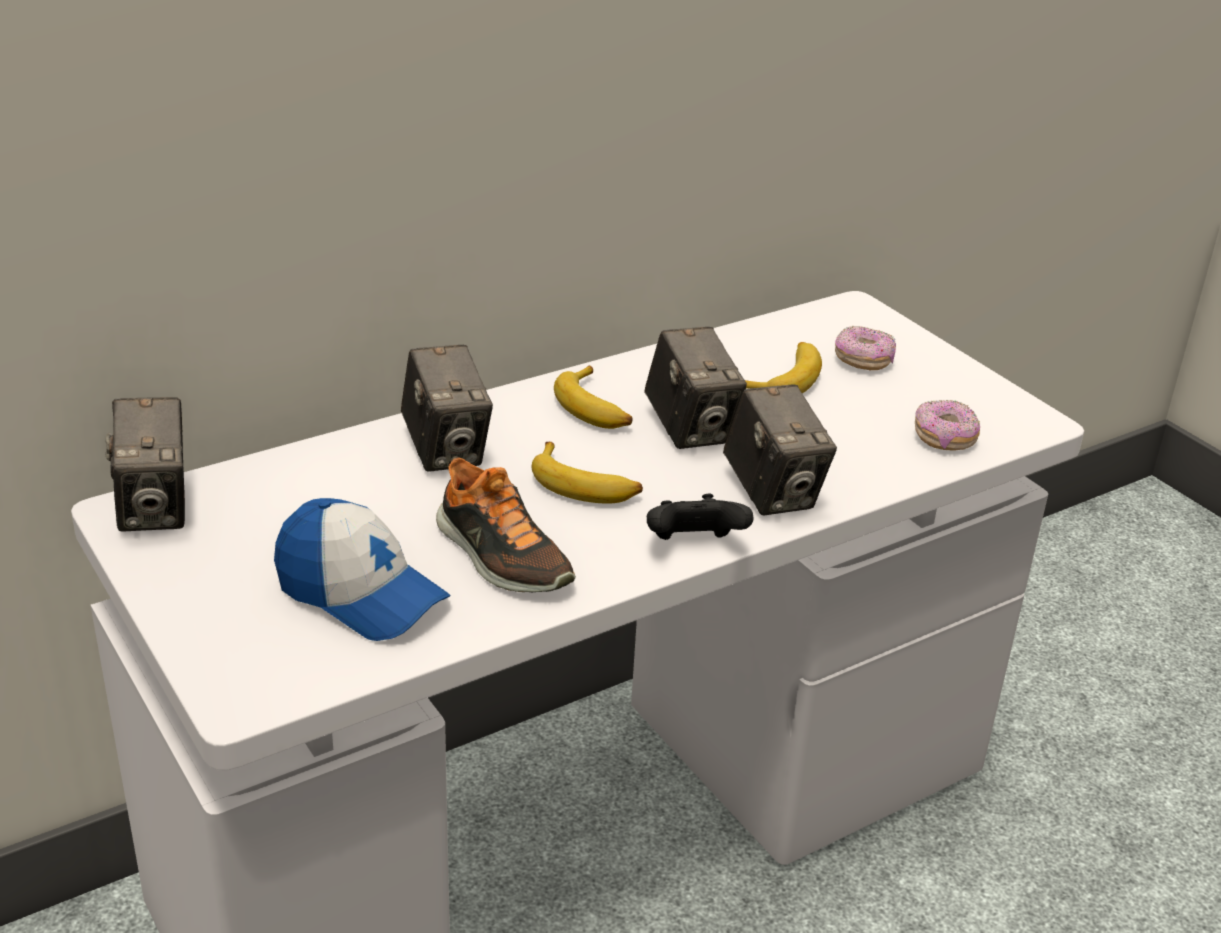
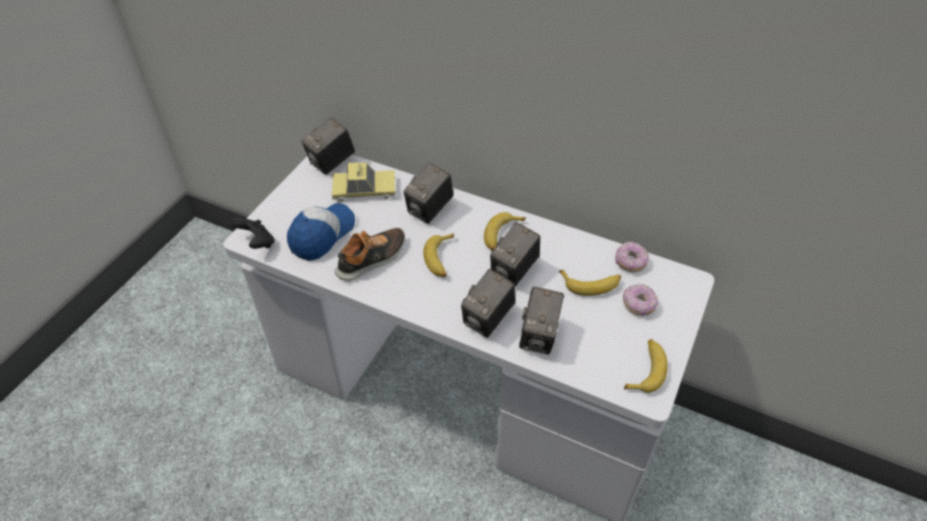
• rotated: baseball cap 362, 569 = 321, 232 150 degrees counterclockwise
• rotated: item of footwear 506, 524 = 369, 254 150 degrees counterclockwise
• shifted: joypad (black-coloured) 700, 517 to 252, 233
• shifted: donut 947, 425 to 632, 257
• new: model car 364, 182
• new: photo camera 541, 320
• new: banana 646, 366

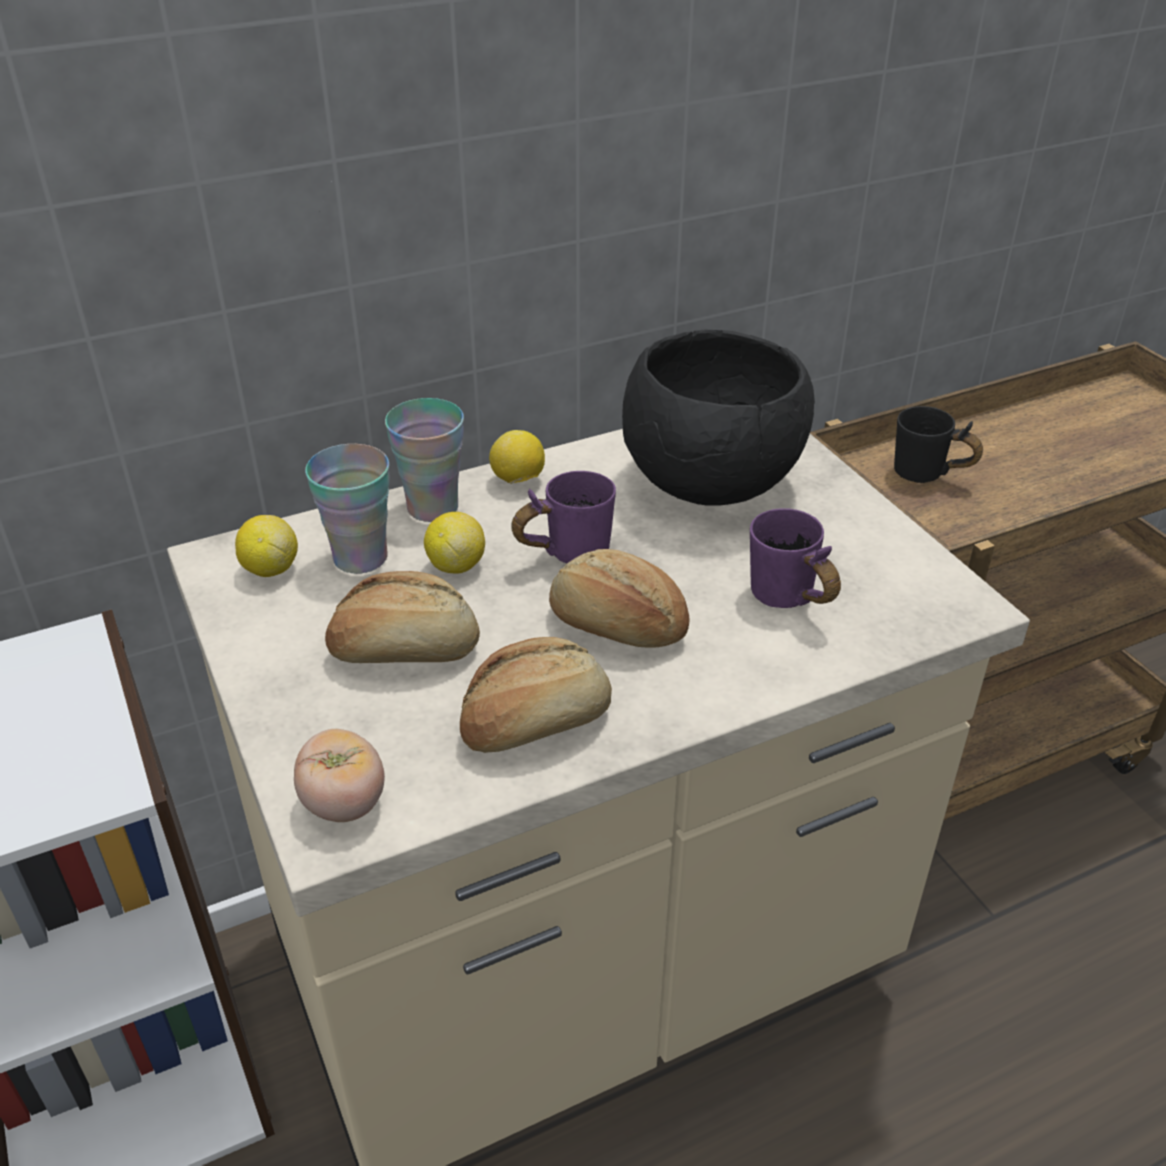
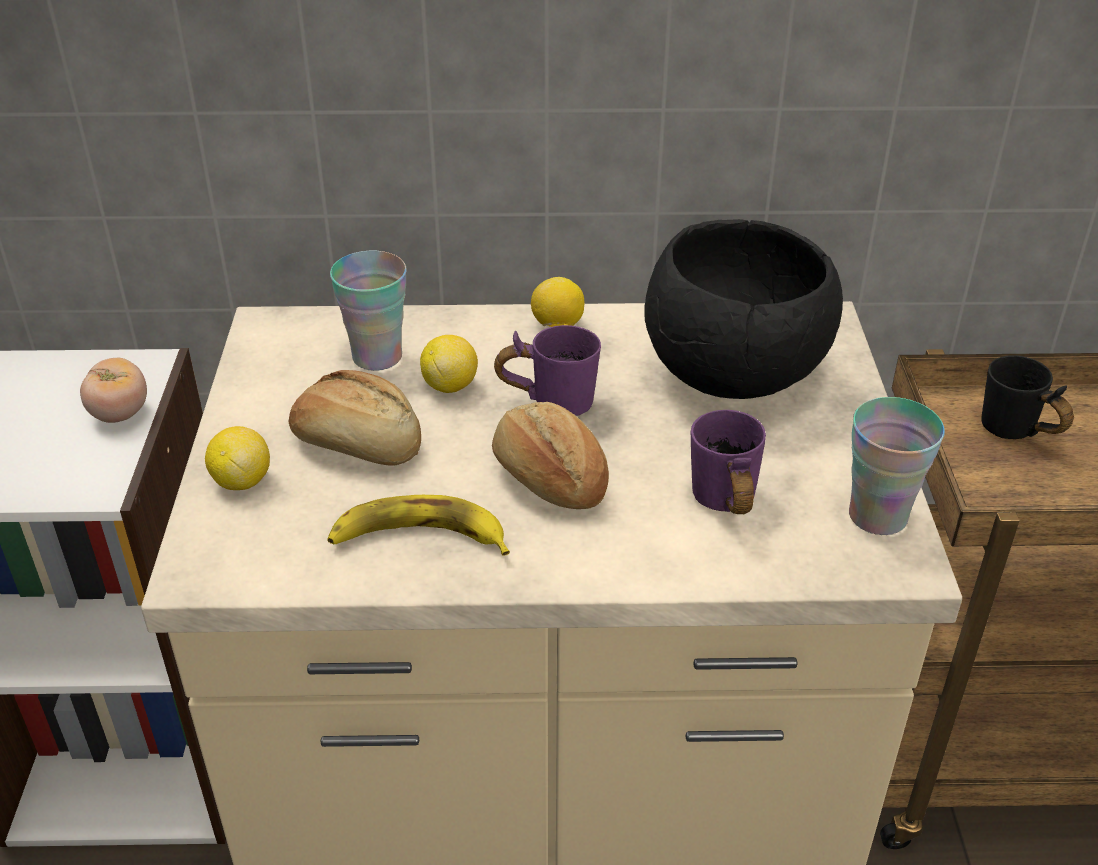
• shifted: whole lemon 266, 546 to 237, 458
• shifted: tomato 339, 775 to 113, 390
• shifted: small cup 424, 460 to 897, 466
• swapped: bread 536, 695 to banana 418, 525

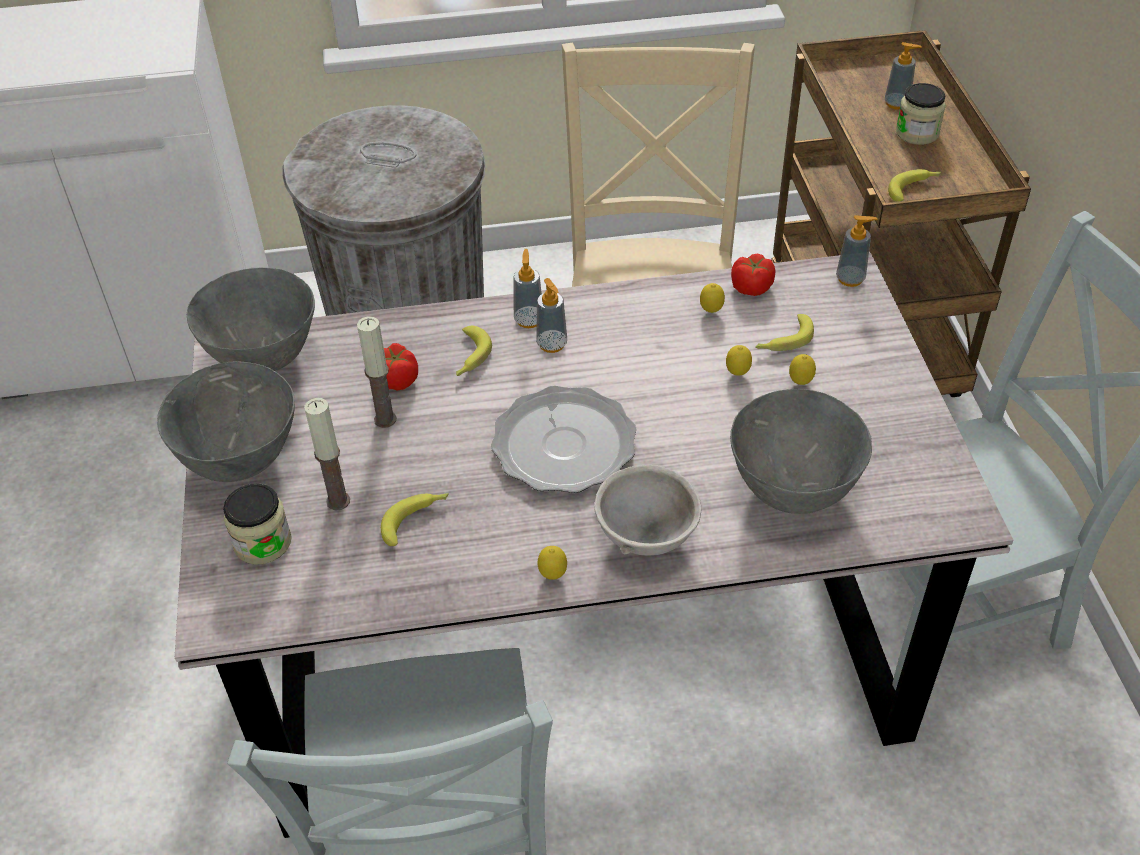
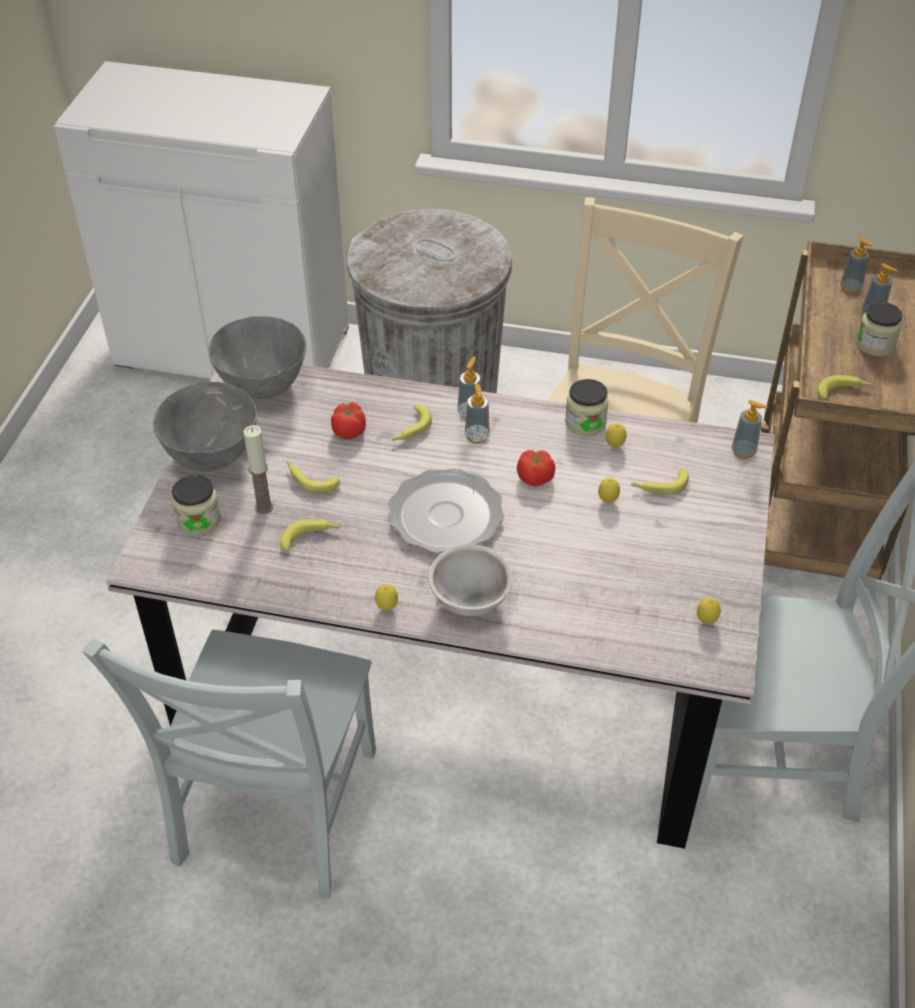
• gone: wax light 377, 372
• gone: bowl (grey) 801, 451
• shifted: tomato 753, 275 to 536, 468
• shifted: whole lemon 802, 369 to 709, 610
• new: banana 313, 477
• new: preserve jar 587, 407
• new: soap bottle 857, 265

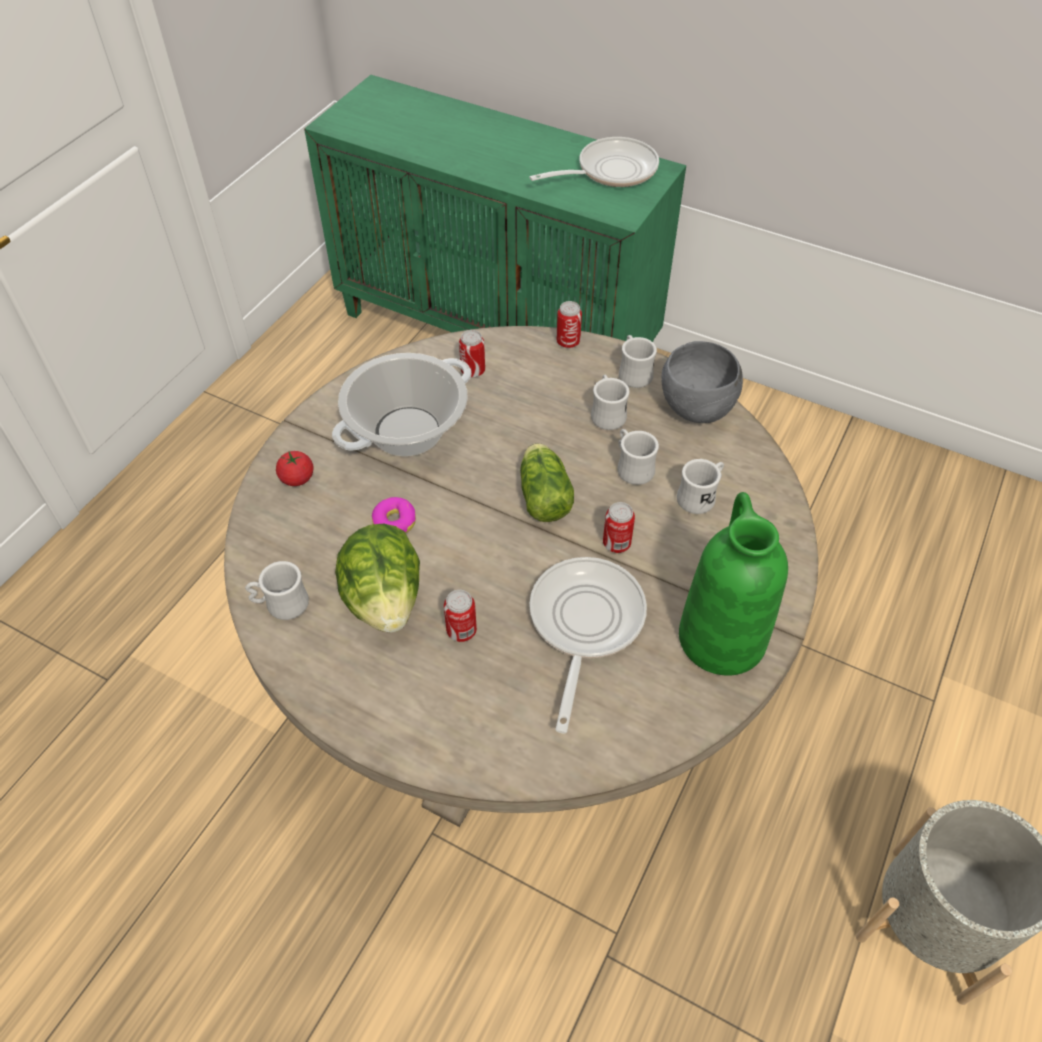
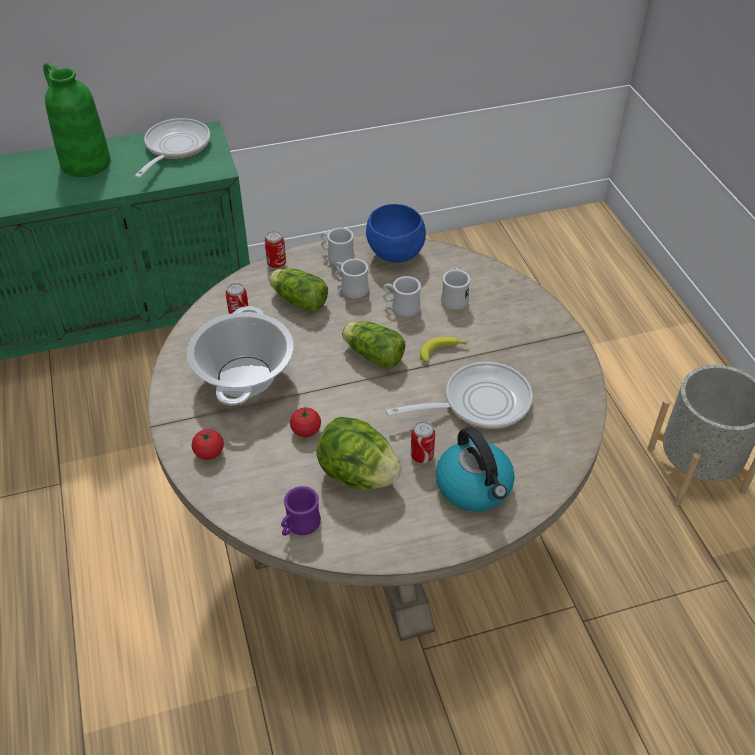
• repainted: mug (whitish) 277, 590 to mug (purple-coloured) 301, 511
• swapped: donut 394, 515 to tomato 305, 422
• rotated: pan 588, 645 = 459, 395 105 degrees clockwise
• swapped: can 619, 527 to banana 444, 349
• repainted: bowl (grey) 702, 382 to bowl (blue-coloured) 396, 233
• shifted: vase (green-coloured) 733, 583 to 77, 120
• new: head of lettuce 298, 290
• new: kettle 475, 469

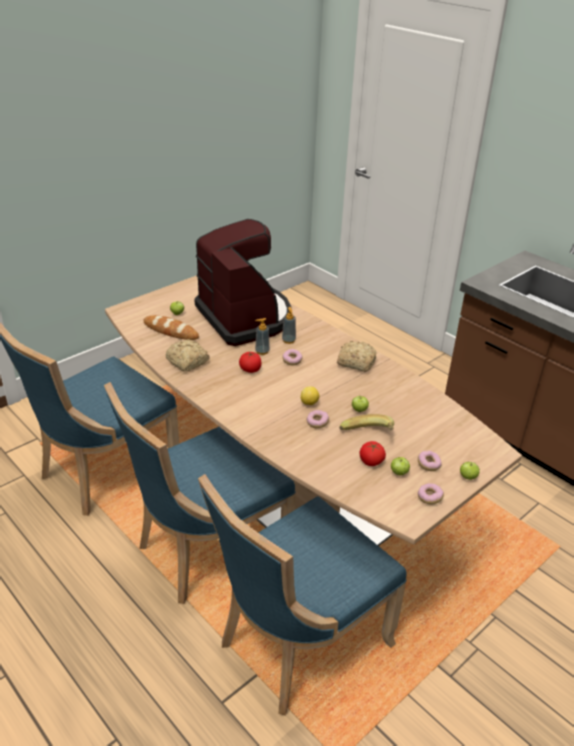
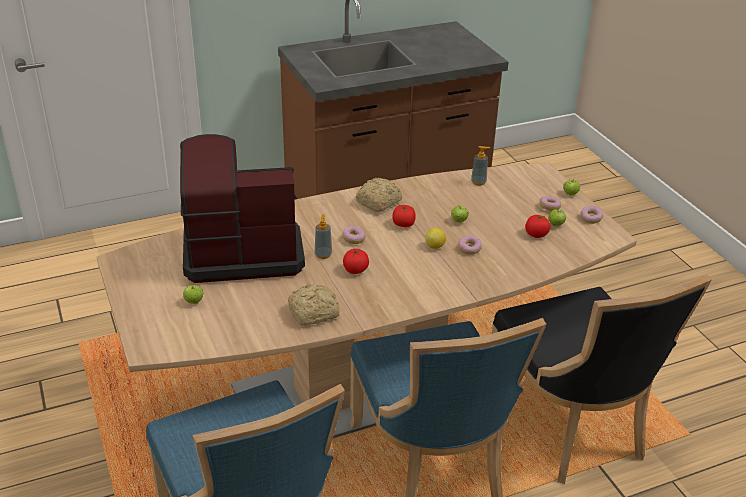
• gone: bread 171, 327
• repainted: upright chair (blue-coloured) 302, 595 to upright chair (black-coloured) 602, 379
• shifted: soap bottle 289, 325 to 481, 166
• gone: banana 366, 422
• new: tomato 404, 216

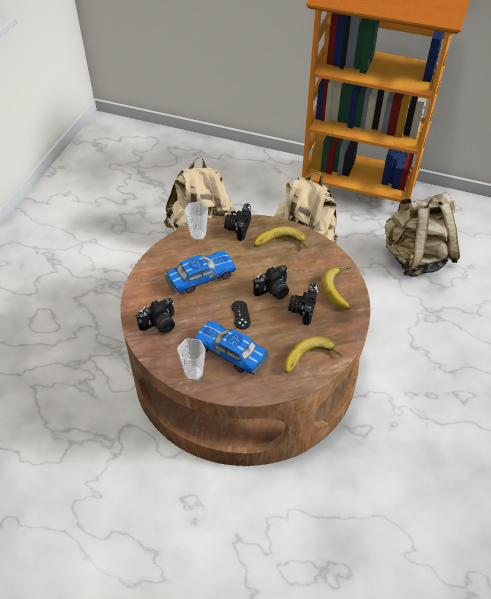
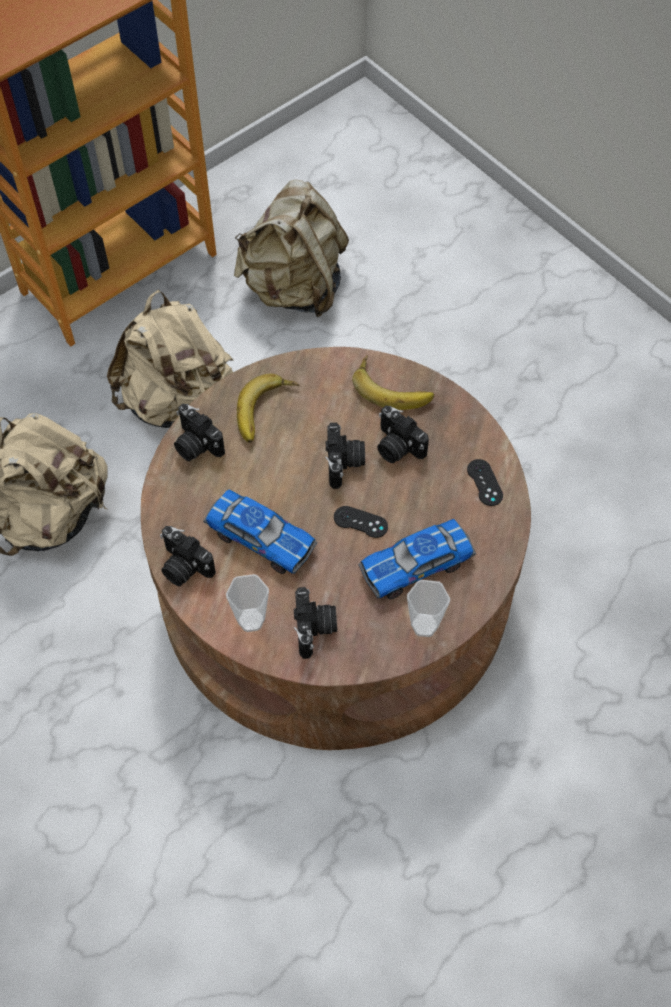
• rotated: model car 200, 272 = 260, 531 120 degrees clockwise
• shifted: small cup 196, 221 to 247, 603
• swapped: banana 313, 354 to joypad (black-coloured) 485, 482
• new: photo camera 188, 556

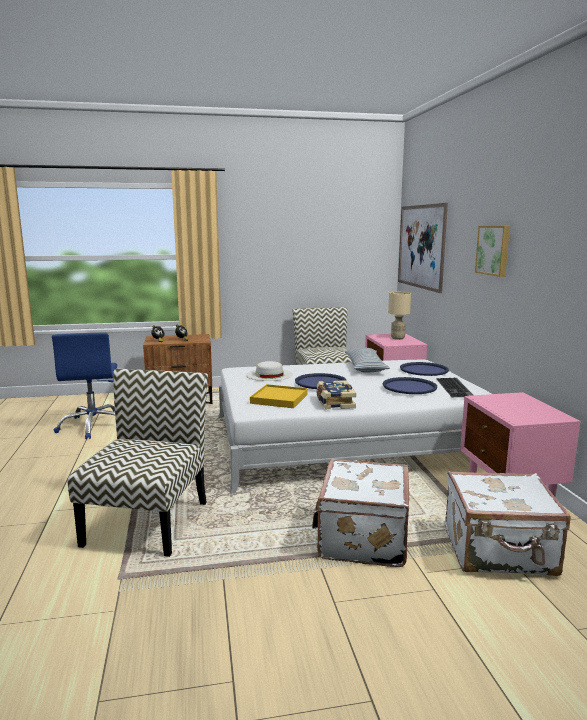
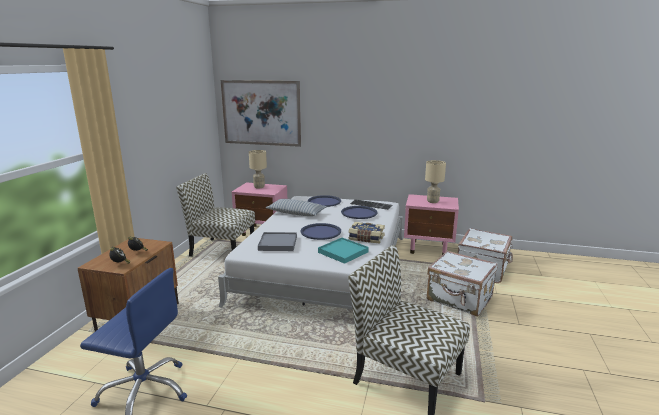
• swapped: clothing hat (whitish) 269, 371 to tray (grey) 277, 241
• repainted: tray (yellowish) 279, 396 to tray (turquoise) 343, 251
• gone: wall art 492, 251
• new: table lamp (beige) 435, 181

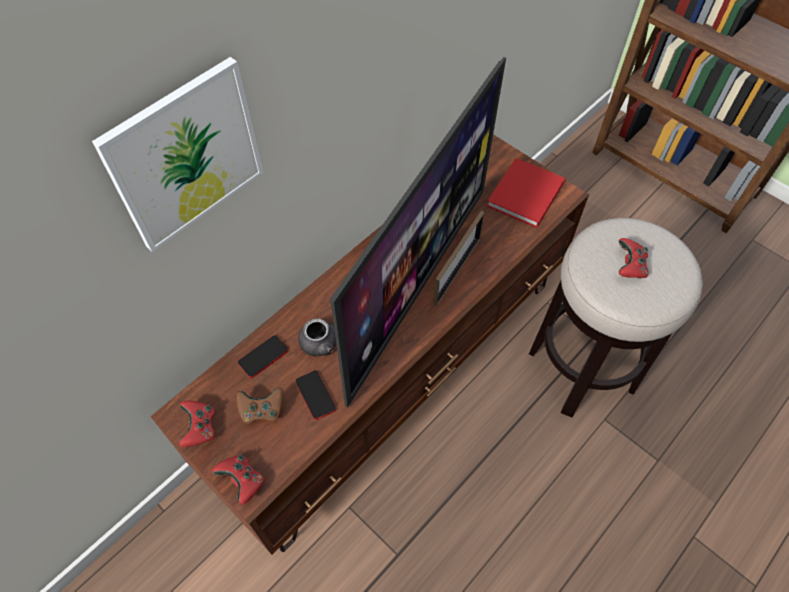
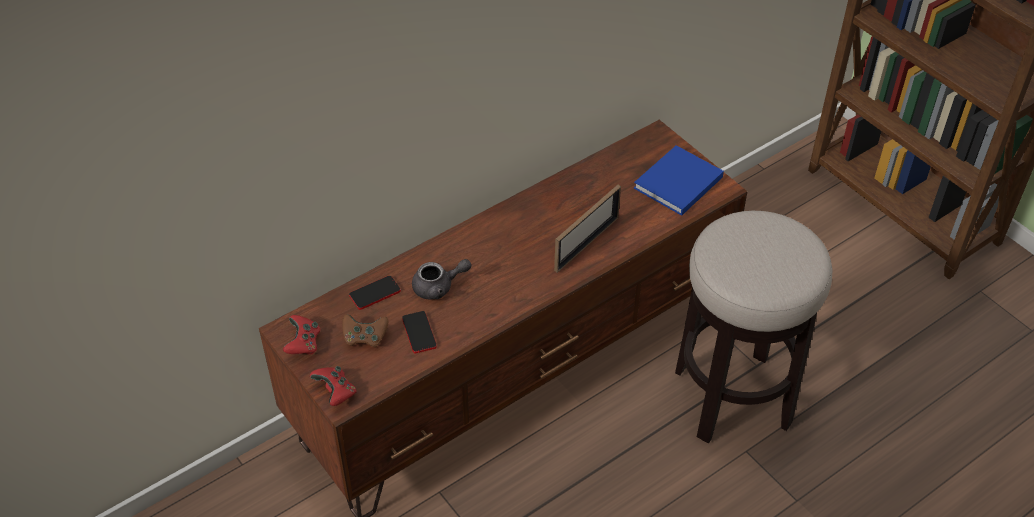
• gone: wall art 177, 154
• gone: television 418, 232
• repainted: book (reddish) 526, 193 to book (blue-coloured) 679, 180
• gone: joypad (reddish) 634, 258

